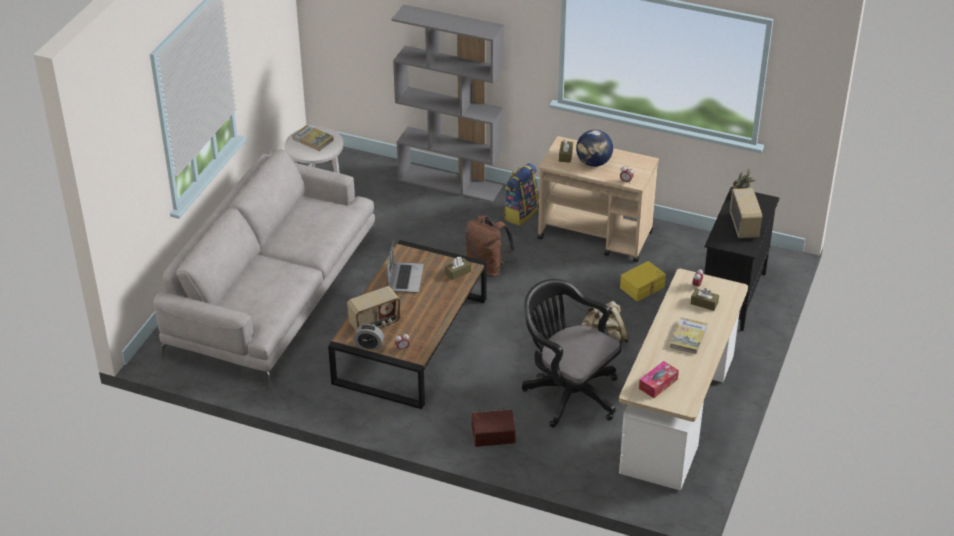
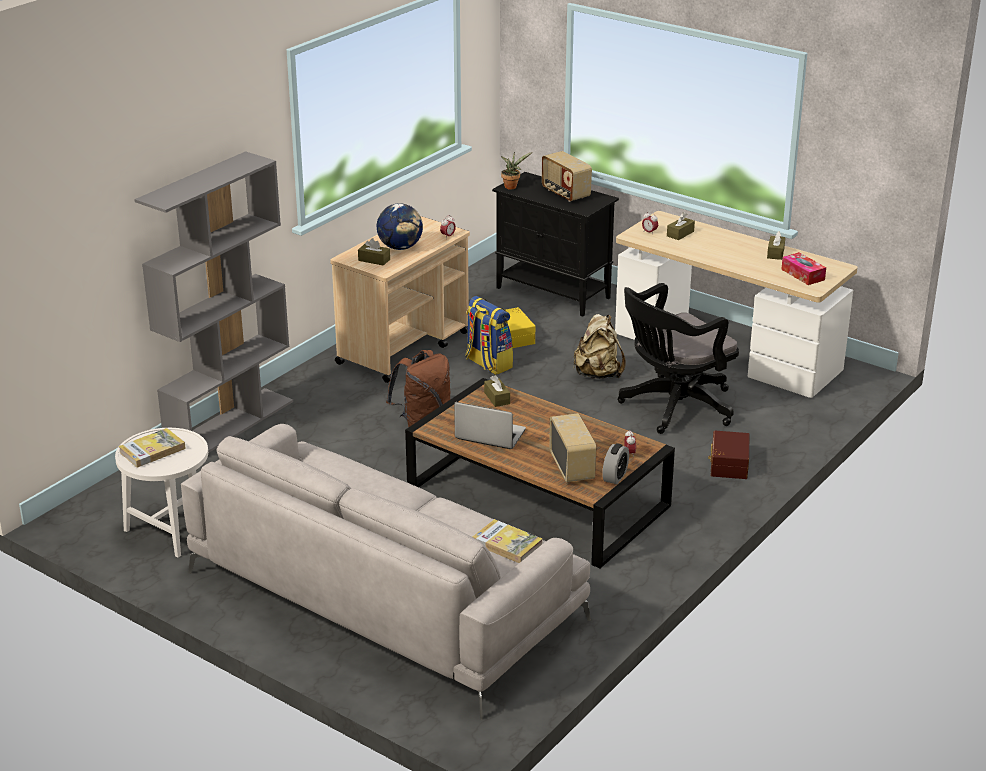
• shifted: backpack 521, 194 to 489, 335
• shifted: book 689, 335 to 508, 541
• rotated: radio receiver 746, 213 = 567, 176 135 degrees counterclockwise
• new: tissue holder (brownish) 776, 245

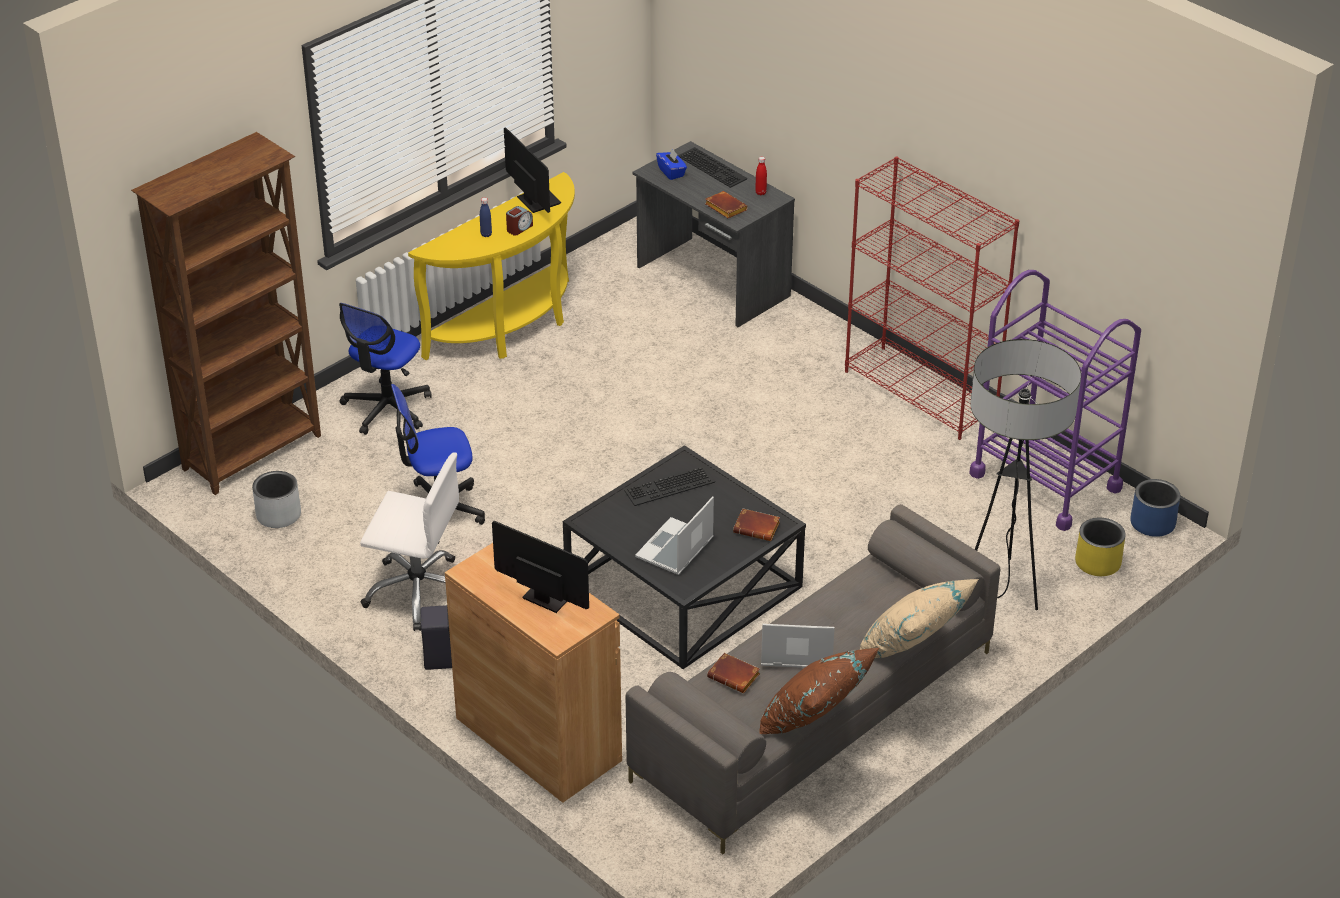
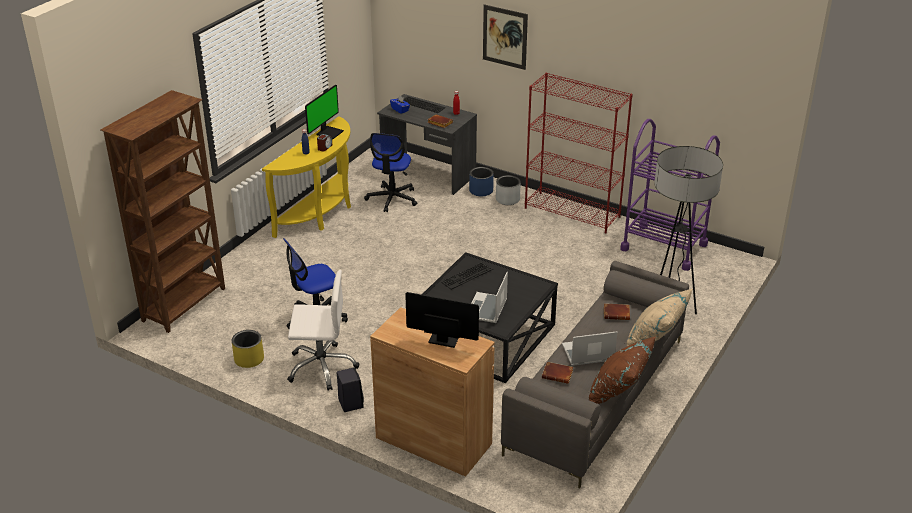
• shifted: planter (grey) 276, 499 to 508, 190
• shifted: computer chair 385, 369 to 390, 172
• rotated: computer screen 532, 170 = 324, 112 75 degrees clockwise
• shifted: book (brownish) 756, 525 to 617, 311
• shifted: planter (yellowish) 1100, 547 to 248, 349
• shifted: planter (blue-coloured) 1155, 508 to 481, 182
• new: wall art 505, 37

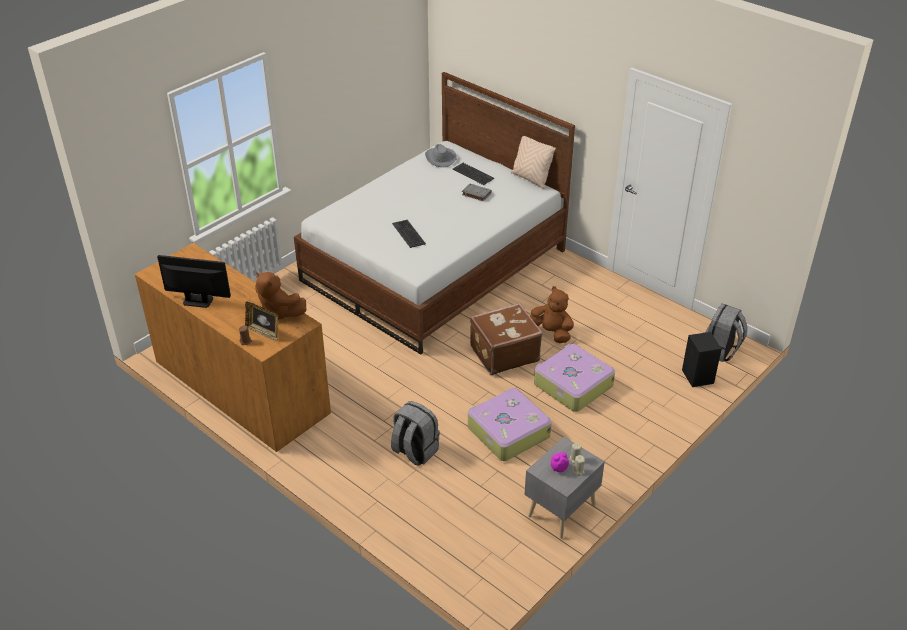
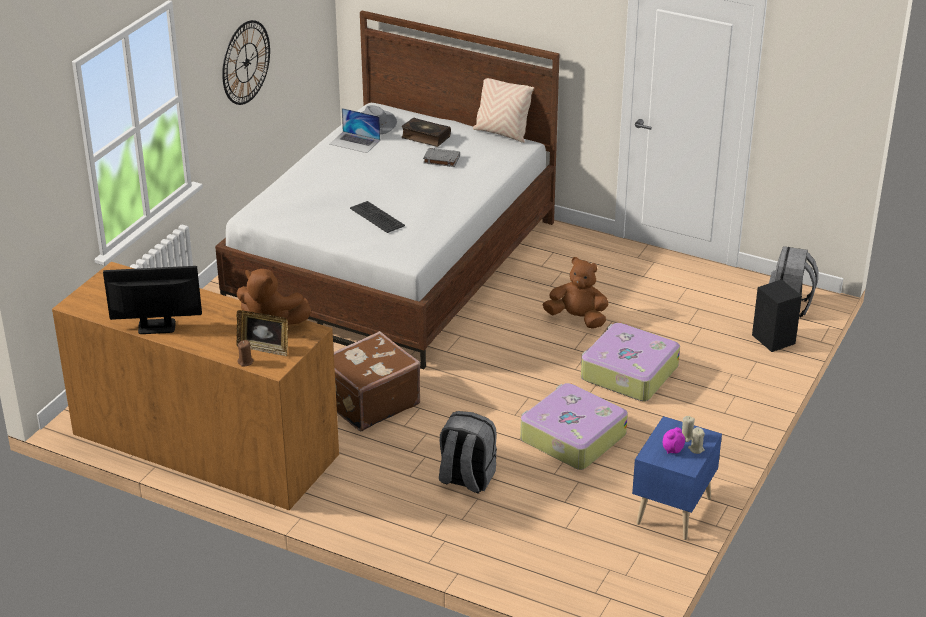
• swapped: computer keyboard 473, 174 to book 426, 132
• shifted: piece of luggage (brownish) 506, 339 to 377, 381
• repainted: night table (grey) 564, 488 to night table (blue-coloured) 677, 478
• new: hanging clock 246, 62
• new: laptop 355, 130

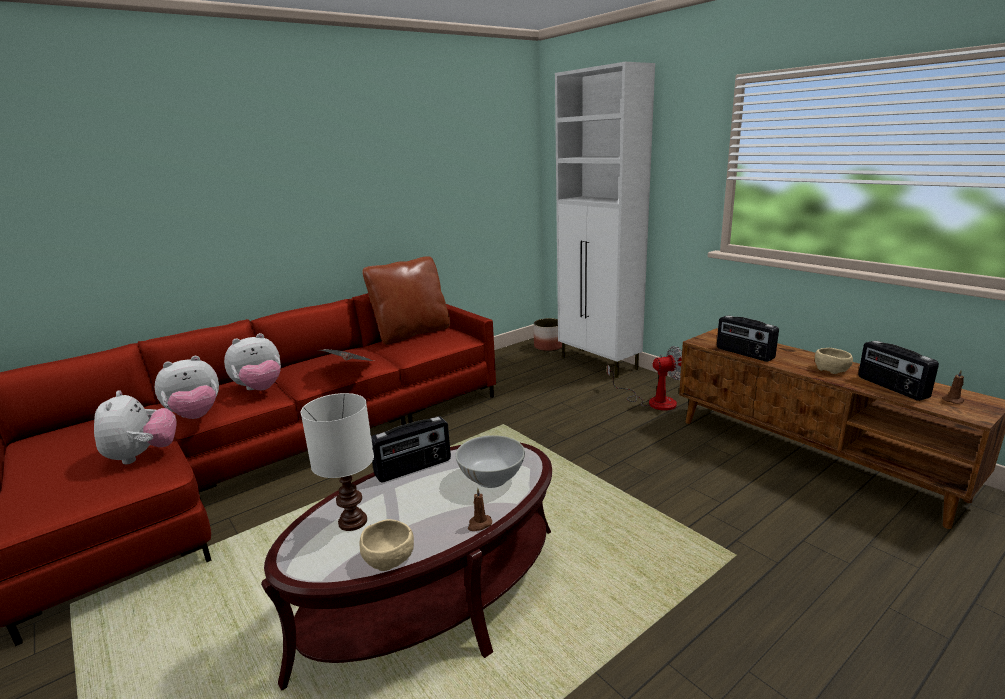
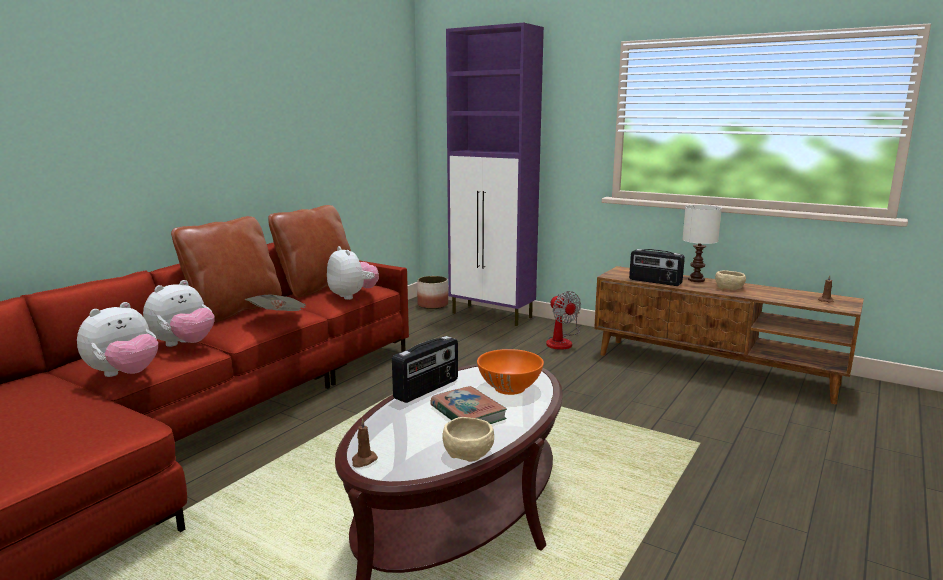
• shifted: plush toy 135, 427 to 353, 273
• shifted: table lamp (whitish) 337, 462 to 702, 243
• repainted: bowl (whitish) 490, 461 to bowl (orangey) 510, 372
• shifted: wax light (brownish) 480, 509 to 365, 443
• repainted: cabinet (whitish) 605, 220 to cabinet (purple-coloured) 495, 174
• rotated: cooling fan 644, 378 = 563, 320 90 degrees clockwise
• gone: radio receiver 898, 371
• new: throw pillow (brownish) 226, 269
• new: book 469, 405

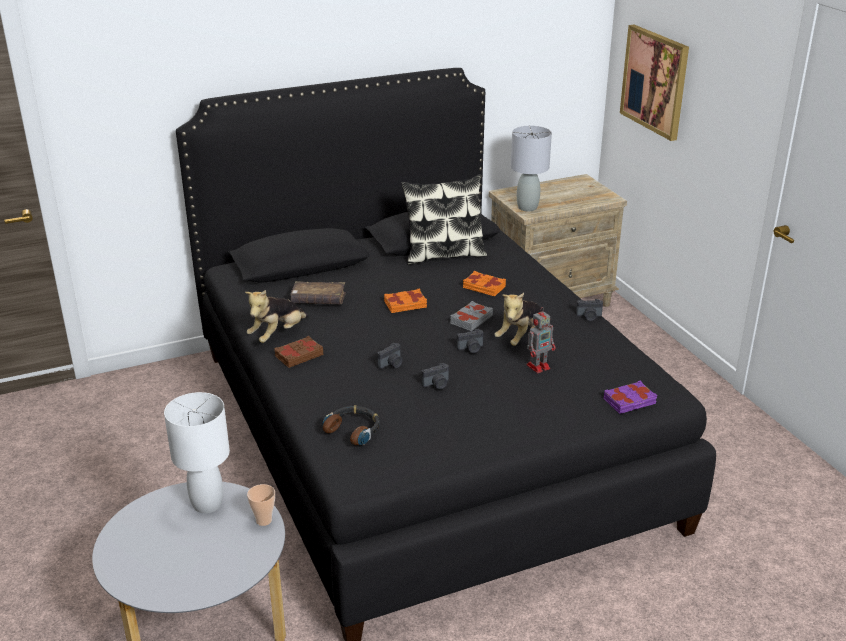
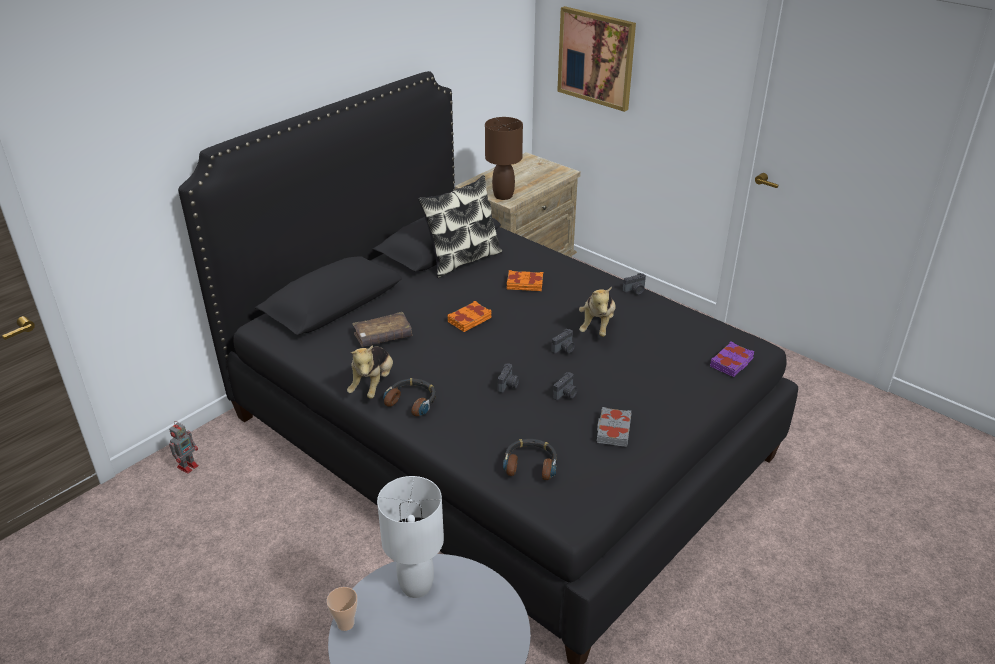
• shifted: small cup 261, 505 to 342, 609
• swapped: book (brownish) 298, 352 to headset 409, 397
• shifted: book (grey) 471, 316 to 614, 427
• repainted: table lamp (grey) 531, 168 to table lamp (brownish) 504, 158
• shifted: robot figure 541, 340 to 184, 447

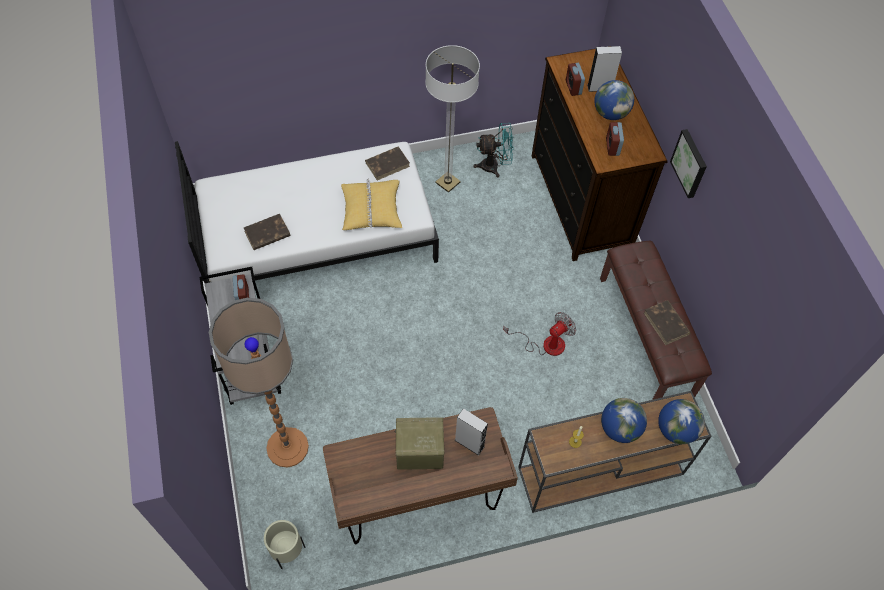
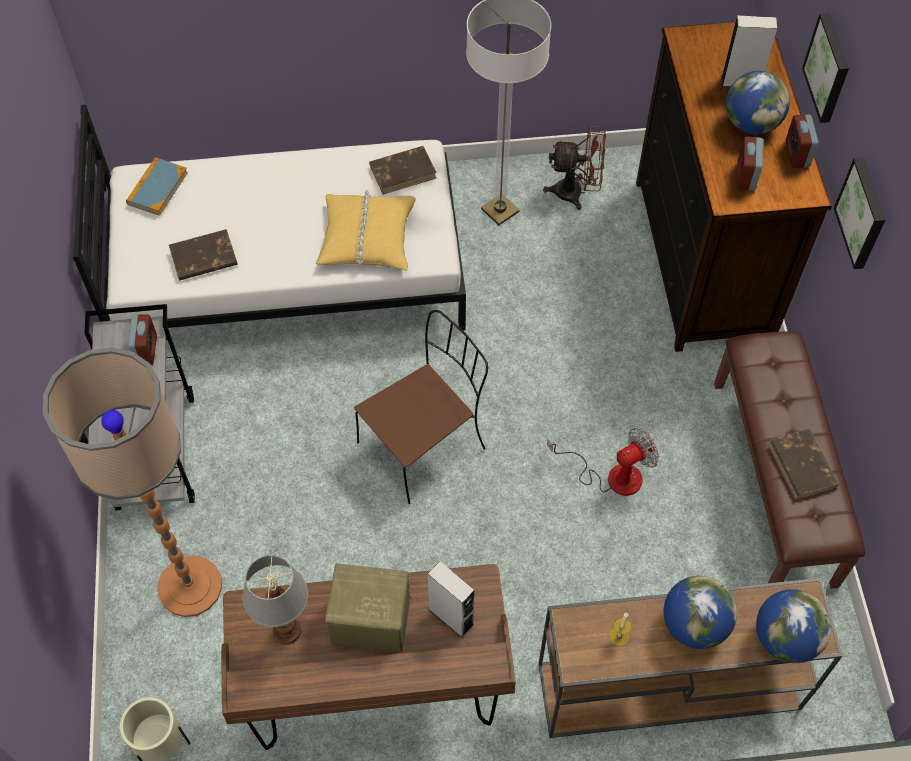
• repainted: cooling fan (turquoise) 493, 150 to cooling fan (brownish) 574, 168
• shifted: table clock 575, 79 to 802, 141
• new: book 157, 186
• new: table lamp 275, 600
• new: upright chair (brownish) 421, 407
• new: wall art 825, 68

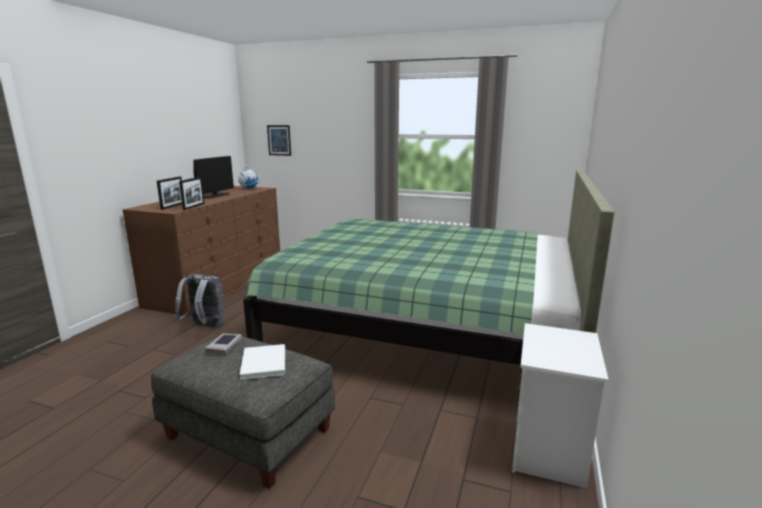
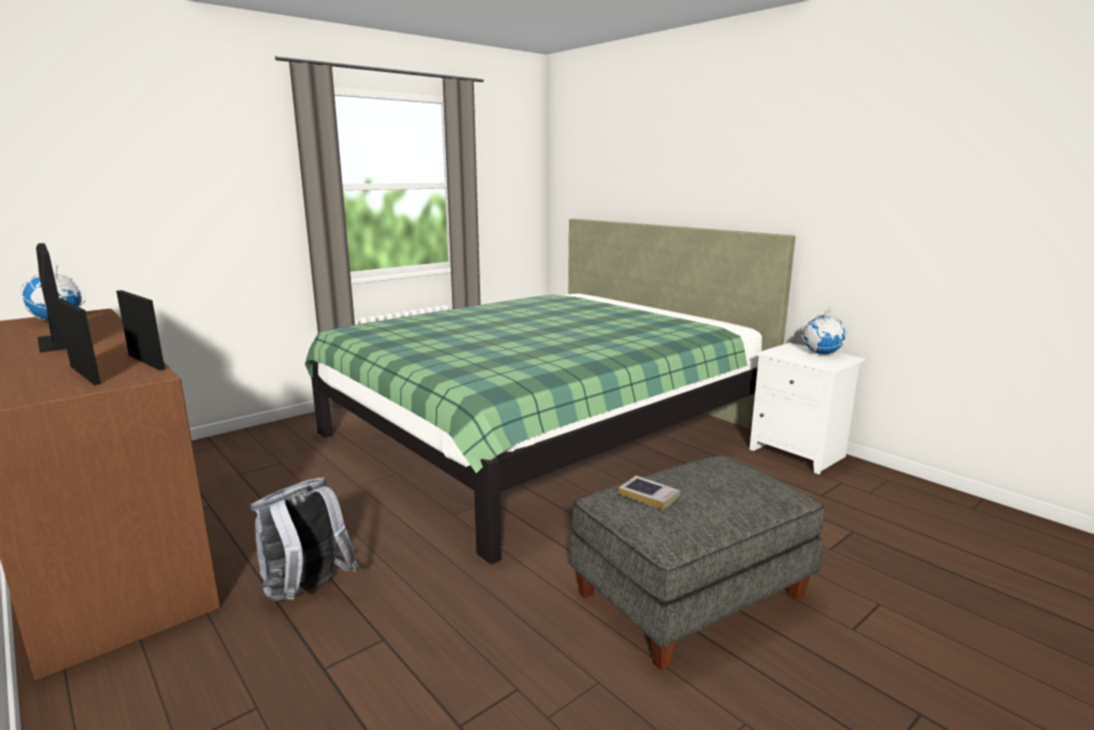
• gone: book (whitish) 262, 362
• gone: wall art 279, 140
• new: globe 825, 330

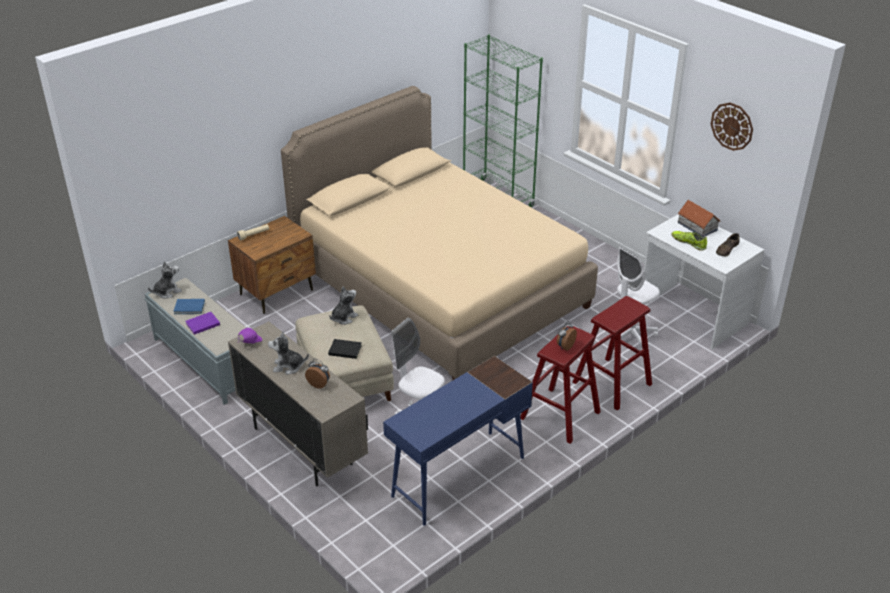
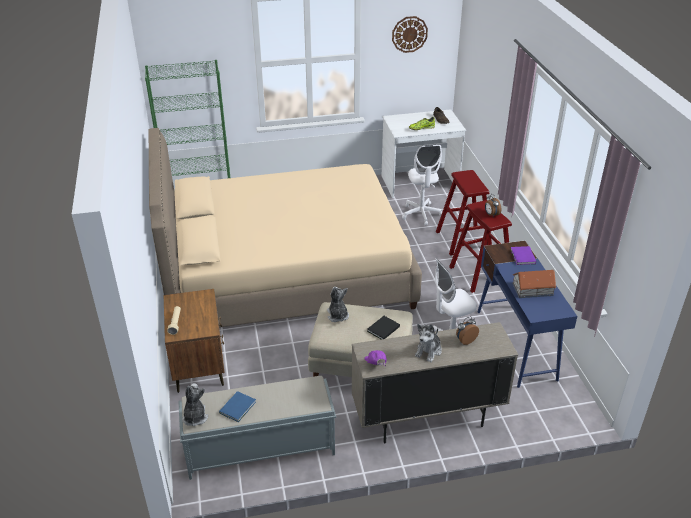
• shifted: book (purple-coloured) 203, 323 to 523, 255
• shifted: toy house 699, 218 to 535, 284

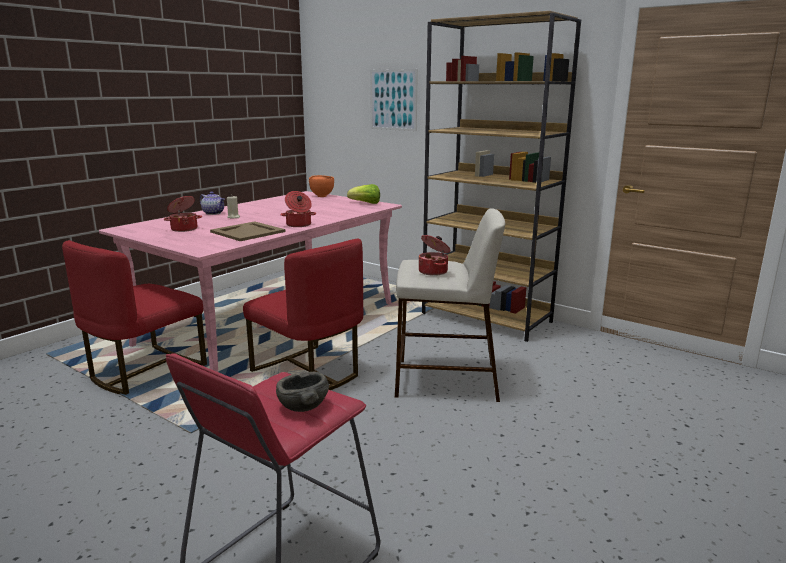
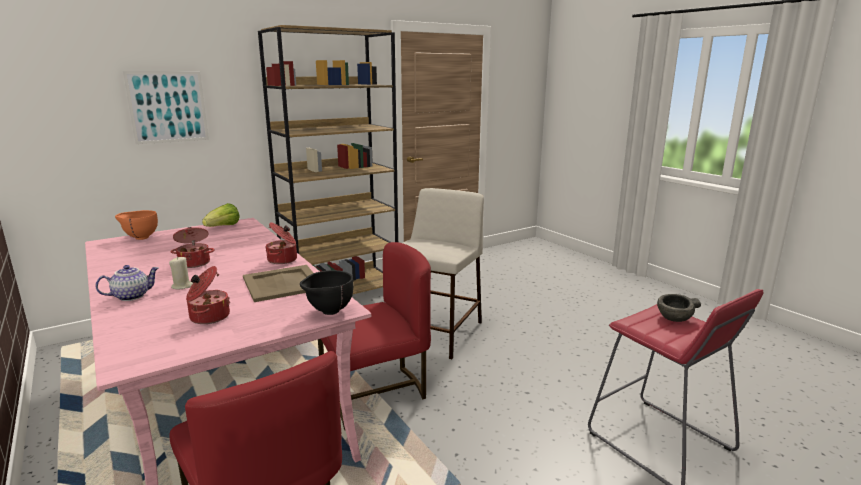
• shifted: stockpot 435, 255 to 193, 247
• new: bowl (black-coloured) 327, 292

